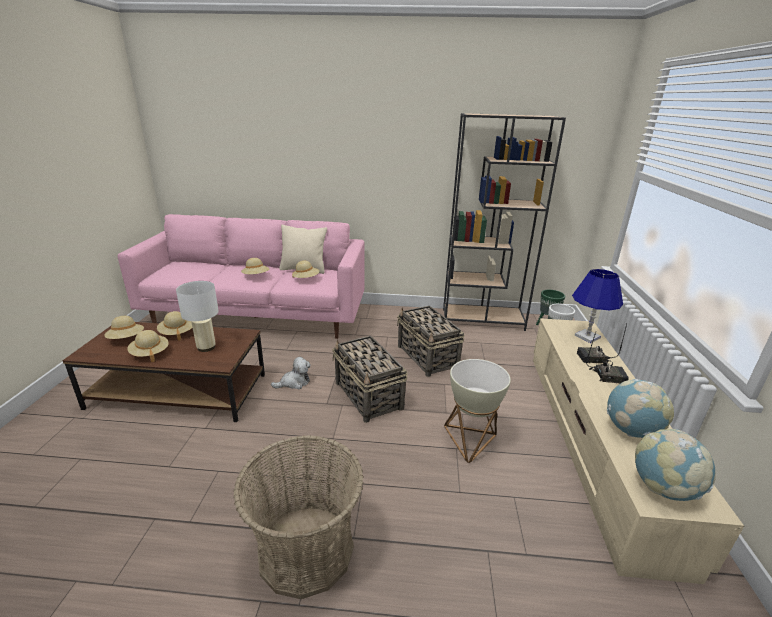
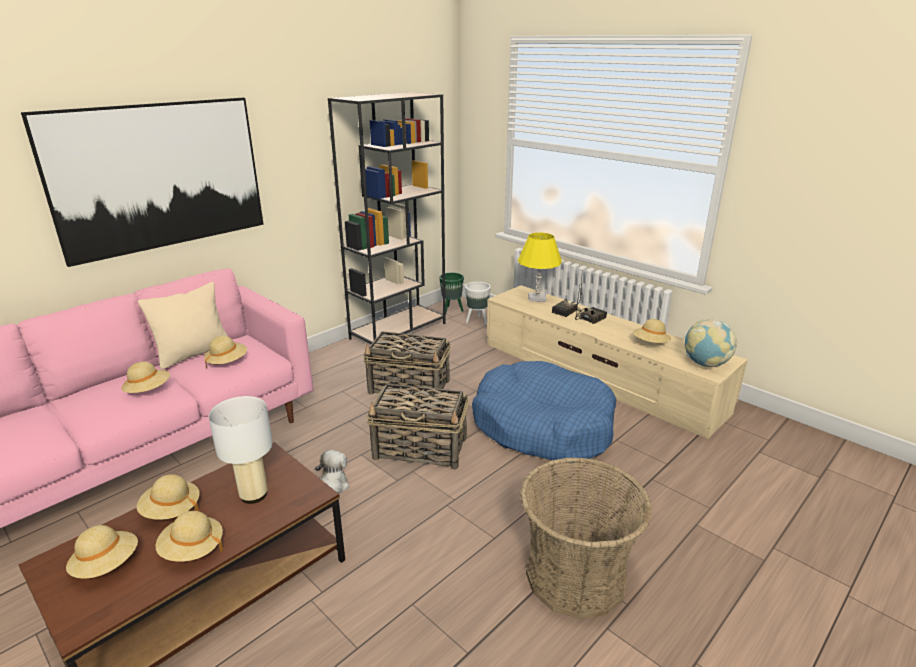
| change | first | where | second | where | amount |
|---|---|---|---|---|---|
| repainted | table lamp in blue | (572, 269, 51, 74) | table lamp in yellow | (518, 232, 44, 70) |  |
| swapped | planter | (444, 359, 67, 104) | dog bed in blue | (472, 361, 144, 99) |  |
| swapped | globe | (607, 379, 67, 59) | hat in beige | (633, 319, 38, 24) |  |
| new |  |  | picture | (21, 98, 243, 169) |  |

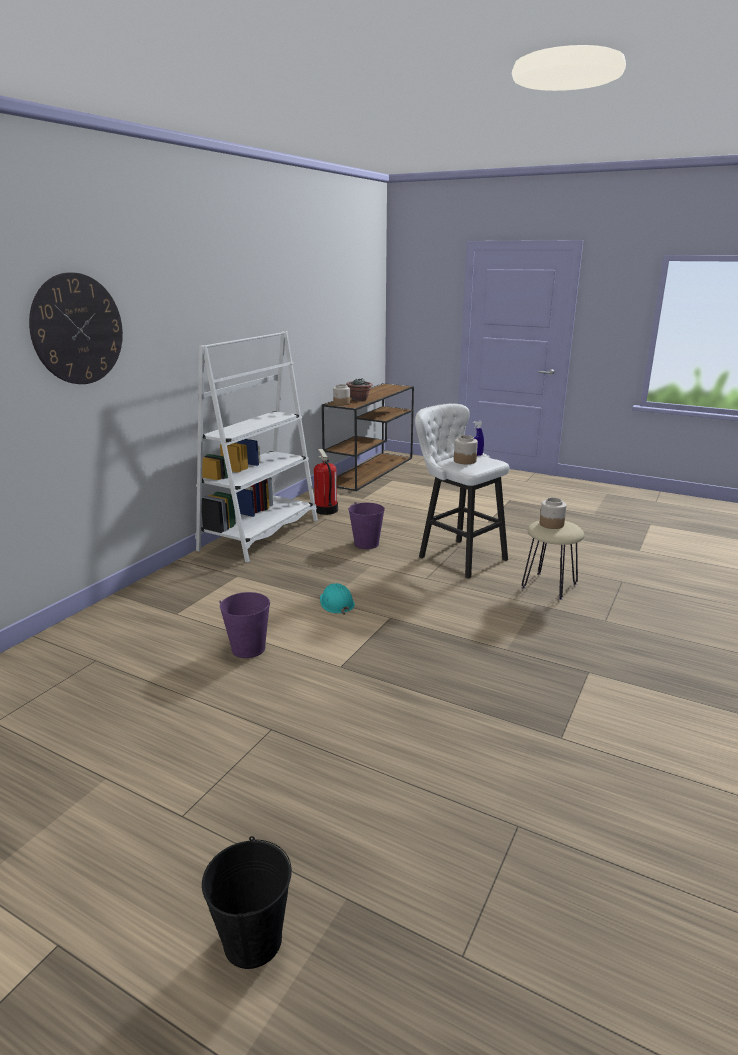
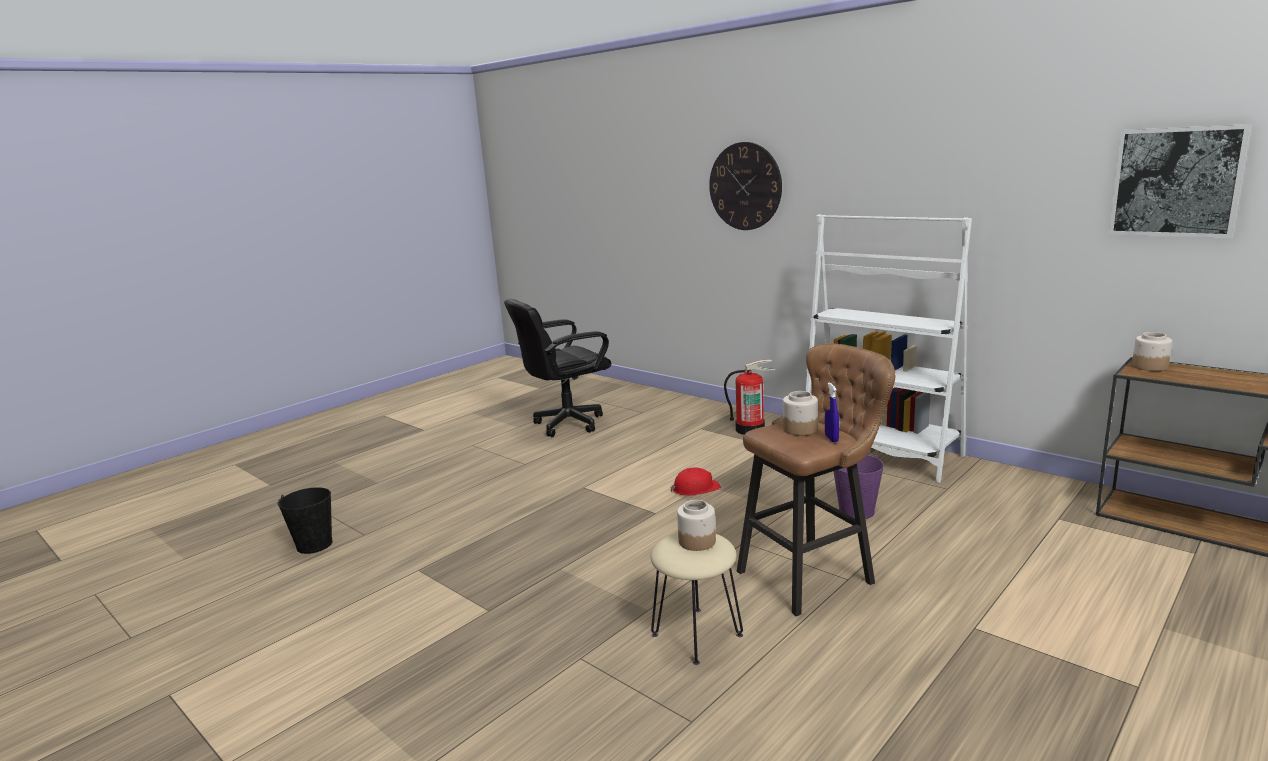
| change | first | where | second | where | amount |
|---|---|---|---|---|---|
| gone | potted plant | (346, 378, 27, 23) |  |  |  |
| repainted | stool in white | (415, 403, 94, 176) | stool in brown | (737, 344, 158, 272) |  |
| shifted | fire extinguisher | (314, 449, 24, 66) |  | (724, 359, 51, 76) |  |
| repainted | hard hat in turquoise | (320, 583, 35, 32) | hard hat in red | (670, 468, 51, 28) |  |
| gone | bucket in purple | (219, 592, 51, 66) |  |  |  |
| shifted | bucket in black | (202, 836, 90, 133) |  | (278, 487, 54, 67) |  |
| new |  |  | picture | (1109, 124, 142, 114) |  |
| new |  |  | office chair in black | (504, 299, 107, 138) |  |

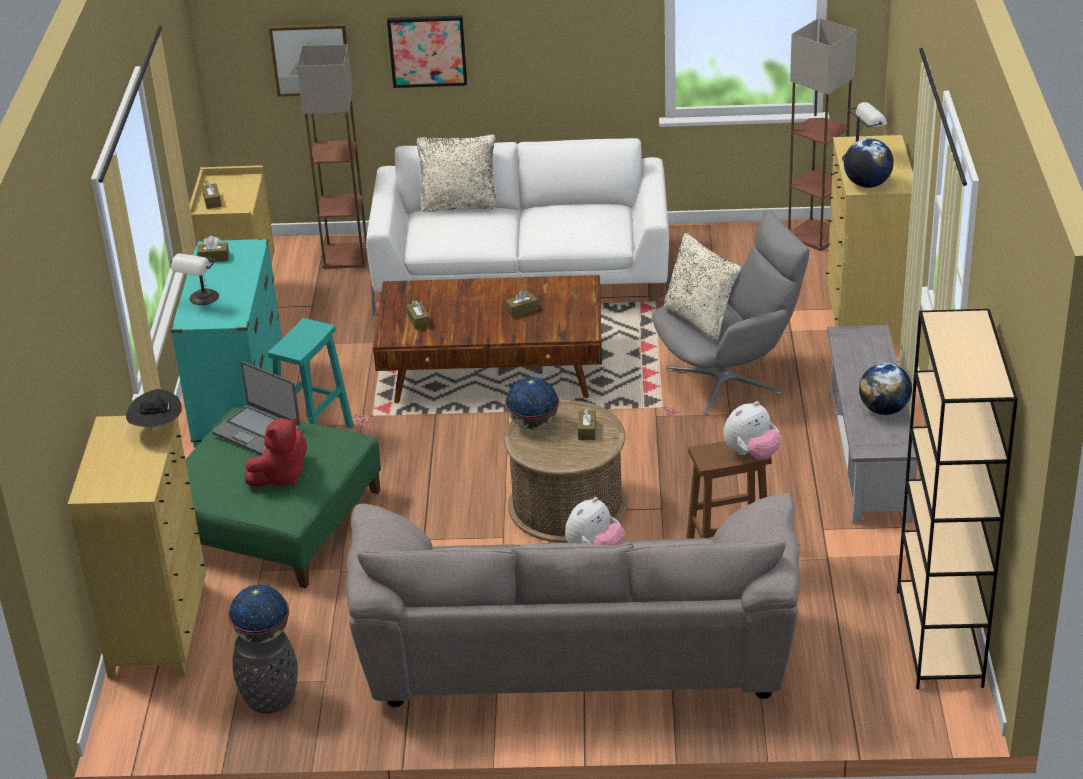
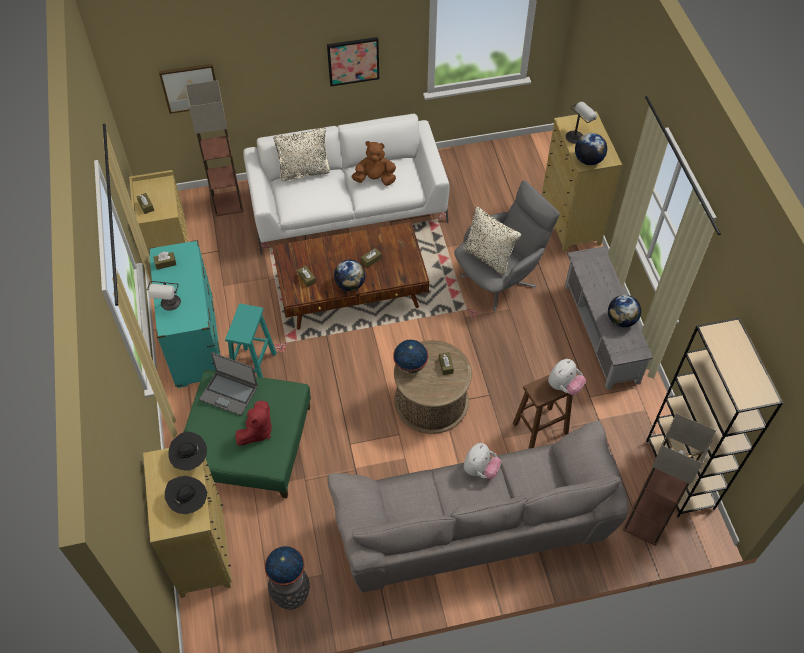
| change | first | where | second | where | amount |
|---|---|---|---|---|---|
| shifted | picture | (387, 15, 80, 73) |  | (327, 37, 52, 49) |  |
| shifted | floor lamp | (788, 18, 69, 233) |  | (623, 413, 93, 133) |  |
| new |  |  | plush toy in brown | (352, 141, 44, 45) |  |
| new |  |  | globe | (334, 260, 32, 31) |  |
| new |  |  | hat in black | (165, 476, 42, 38) |  |

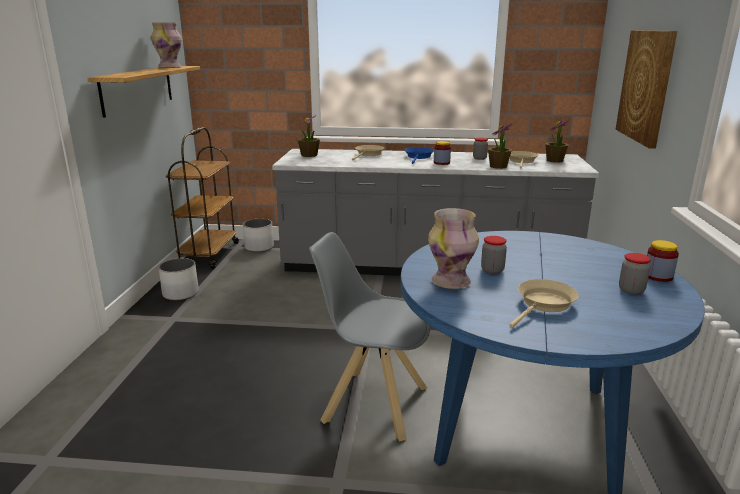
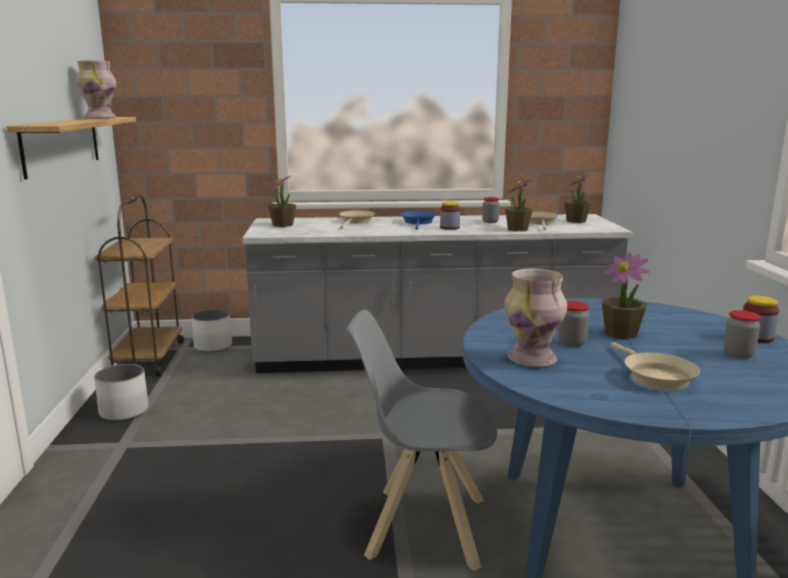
| change | first | where | second | where | amount |
|---|---|---|---|---|---|
| gone | picture | (616, 30, 61, 119) |  |  |  |
| rotated | frying pan in beige | (509, 279, 70, 49) |  | (611, 342, 89, 49) | 135 degrees clockwise |
| new |  |  | potted plant | (602, 253, 47, 86) |  |

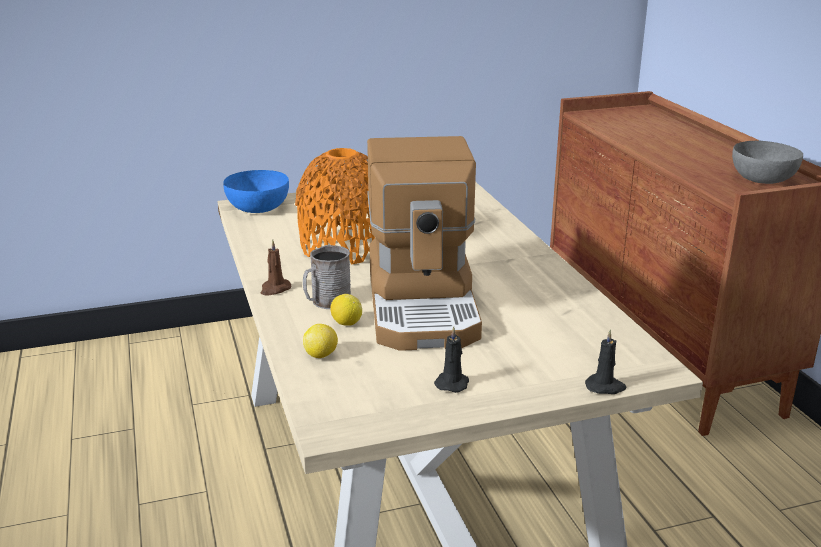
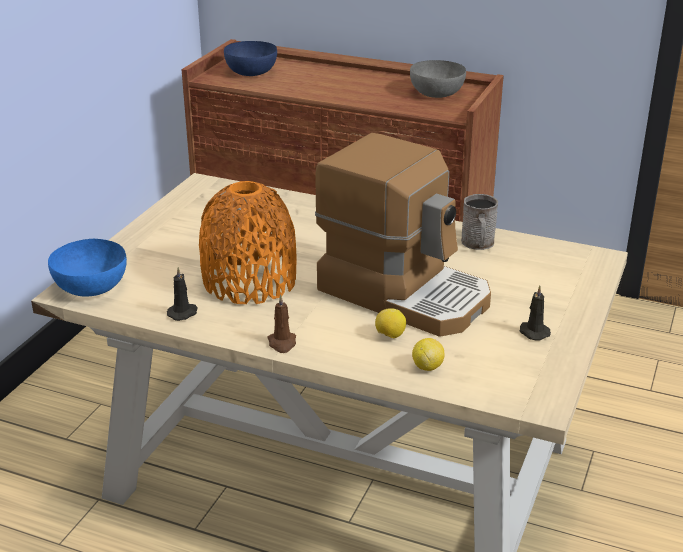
| change | first | where | second | where | amount |
|---|---|---|---|---|---|
| shifted | mug in grey | (303, 245, 48, 64) |  | (461, 194, 37, 56) |  |
| shifted | candle in black | (585, 329, 41, 65) |  | (167, 267, 31, 54) |  |
| new |  |  | bowl in blue | (224, 41, 53, 35) |  |

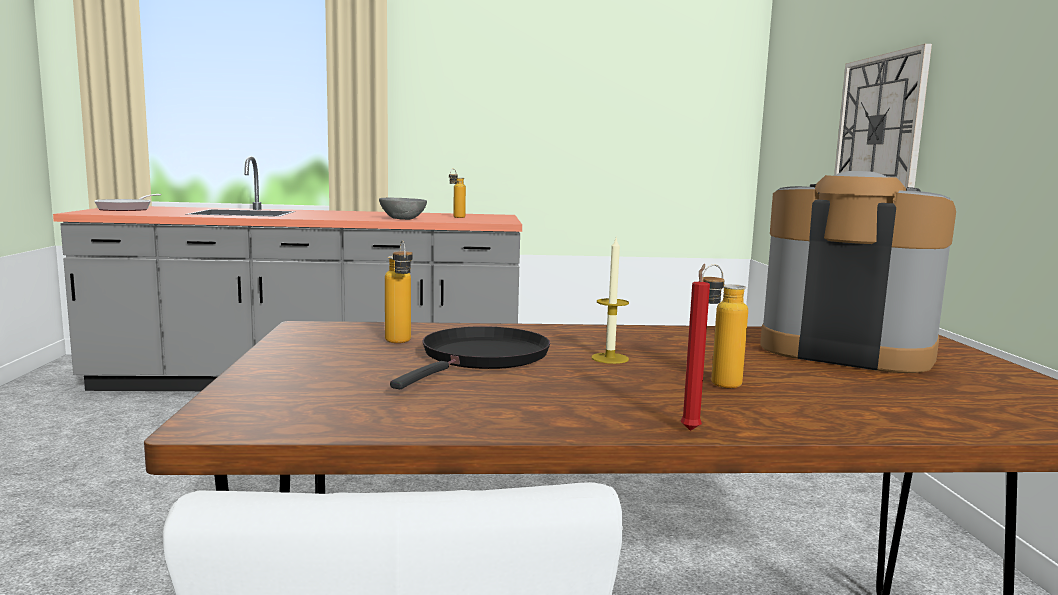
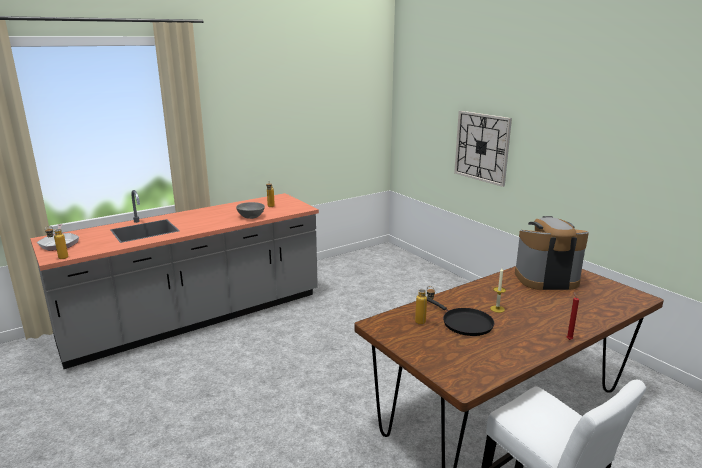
| change | first | where | second | where | amount |
|---|---|---|---|---|---|
| shifted | bottle | (702, 264, 46, 124) |  | (45, 226, 23, 33) |  |
| rotated | frying pan in black | (390, 326, 160, 63) |  | (427, 298, 67, 38) | 150 degrees clockwise |

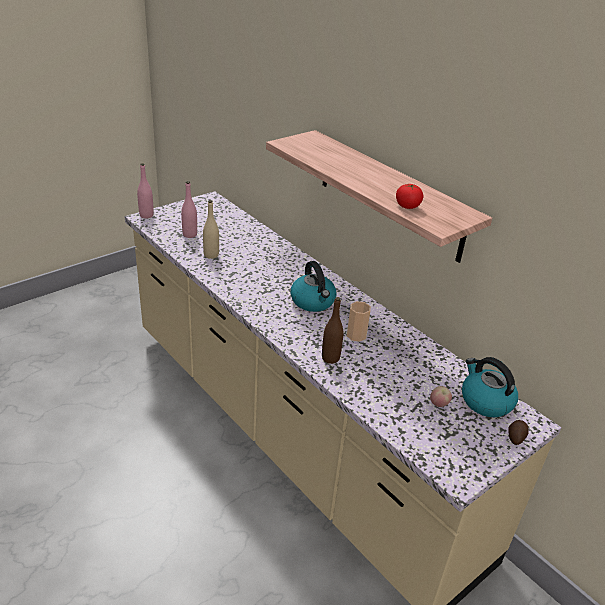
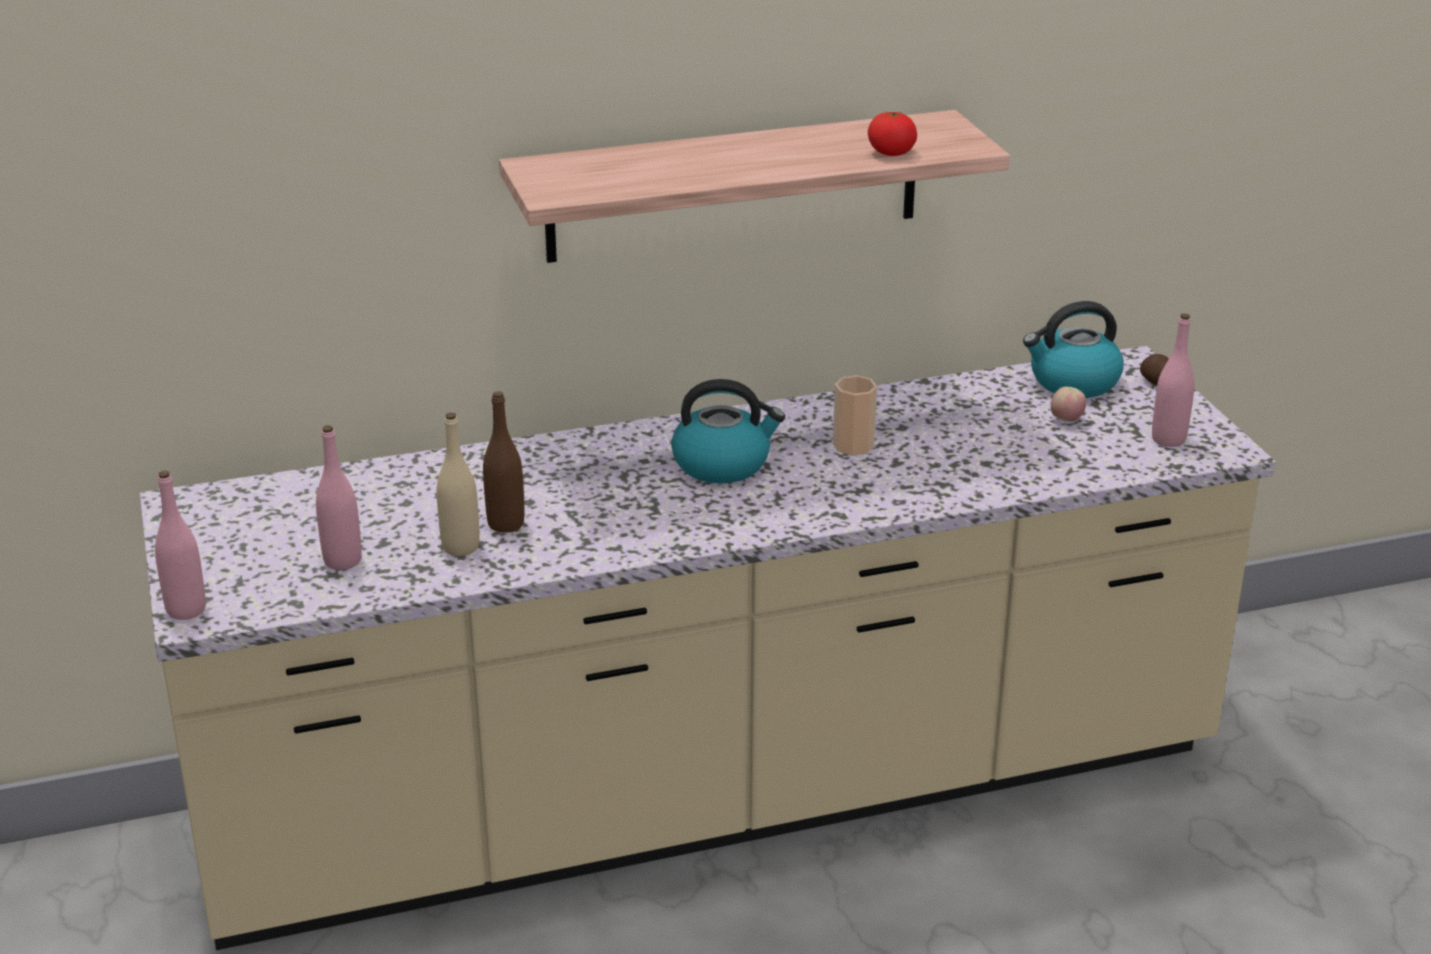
| change | first | where | second | where | amount |
|---|---|---|---|---|---|
| shifted | bottle in brown | (322, 297, 21, 67) |  | (483, 391, 41, 142) |  |
| new |  |  | bottle in pink | (1152, 313, 42, 134) |  |

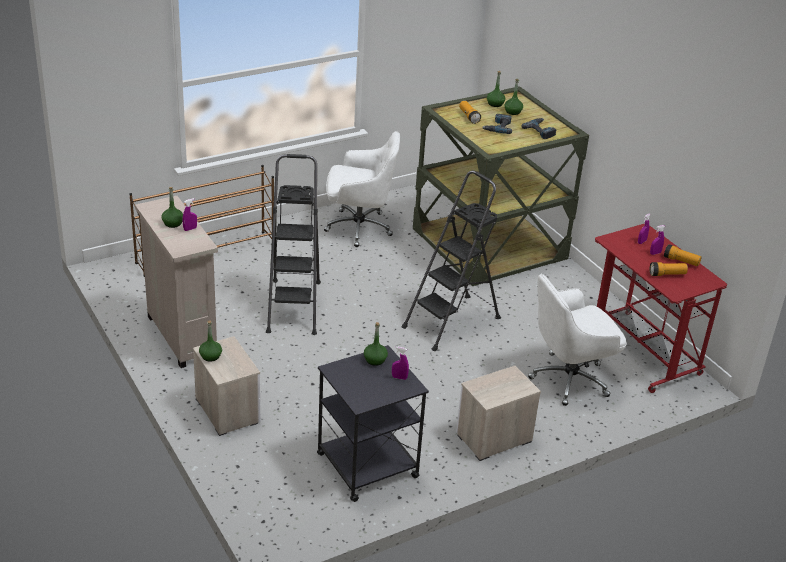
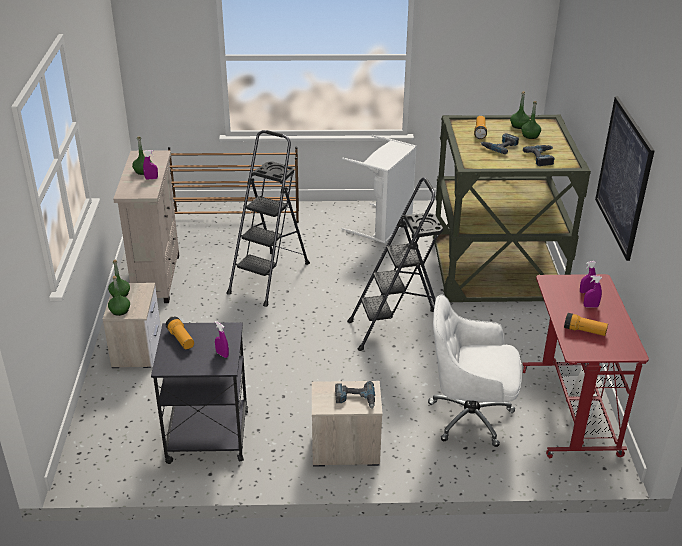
| change | first | where | second | where | amount |
|---|---|---|---|---|---|
| swapped | office chair in white | (324, 131, 76, 116) | laundry basket in white | (342, 135, 75, 108) |  |
| shifted | flashlight | (664, 244, 38, 22) |  | (166, 317, 28, 32) |  |
| shifted | bottle in green | (364, 322, 24, 44) |  | (108, 276, 22, 40) |  |
| new |  |  | picture | (595, 96, 60, 165) |  |
| new |  |  | power drill | (335, 381, 40, 28) |  |

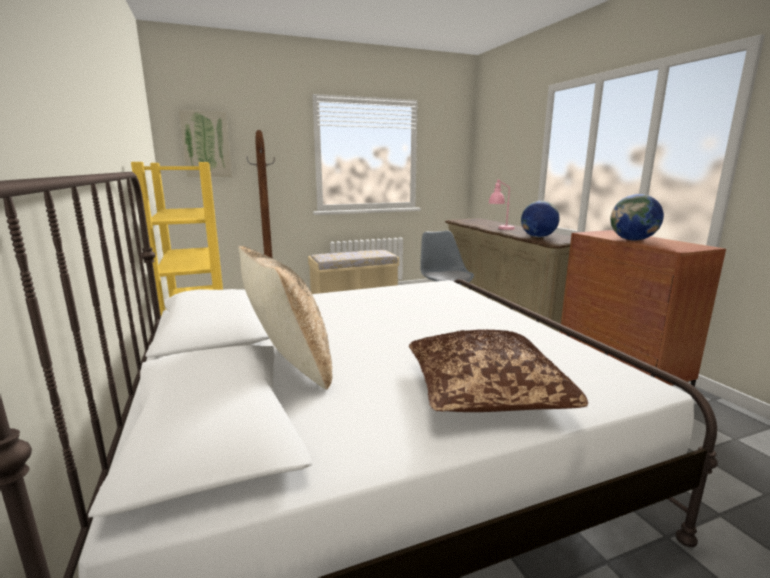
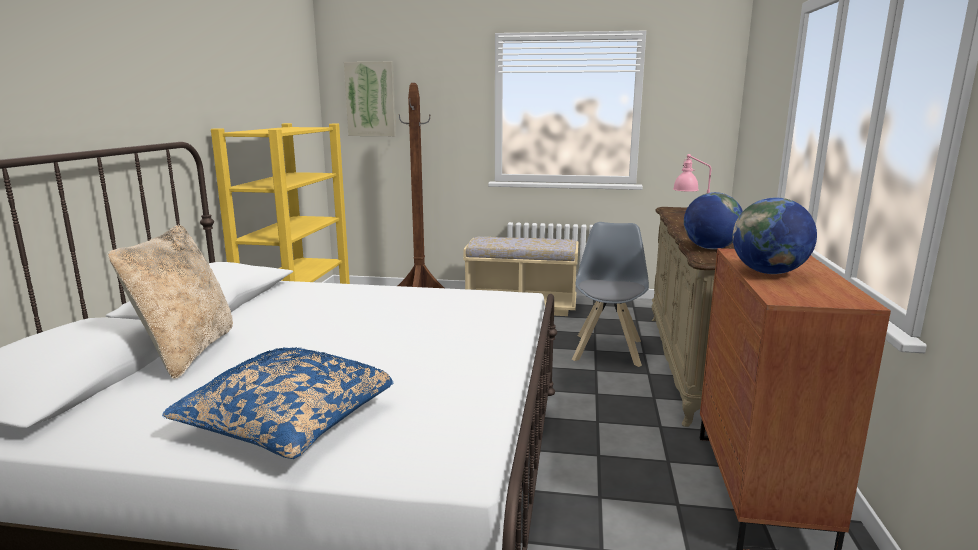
| change | first | where | second | where | amount |
|---|---|---|---|---|---|
| repainted | pillow in brown | (409, 329, 179, 83) | pillow in blue | (162, 347, 231, 112) |  |

